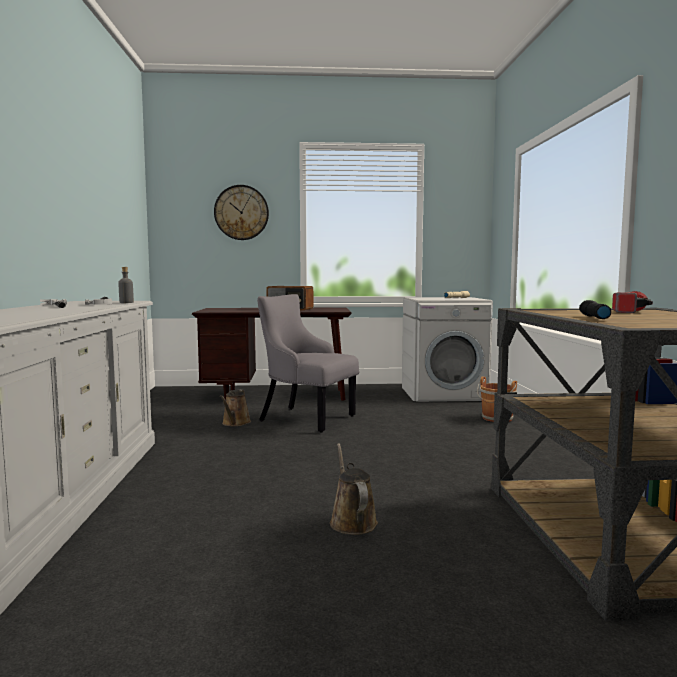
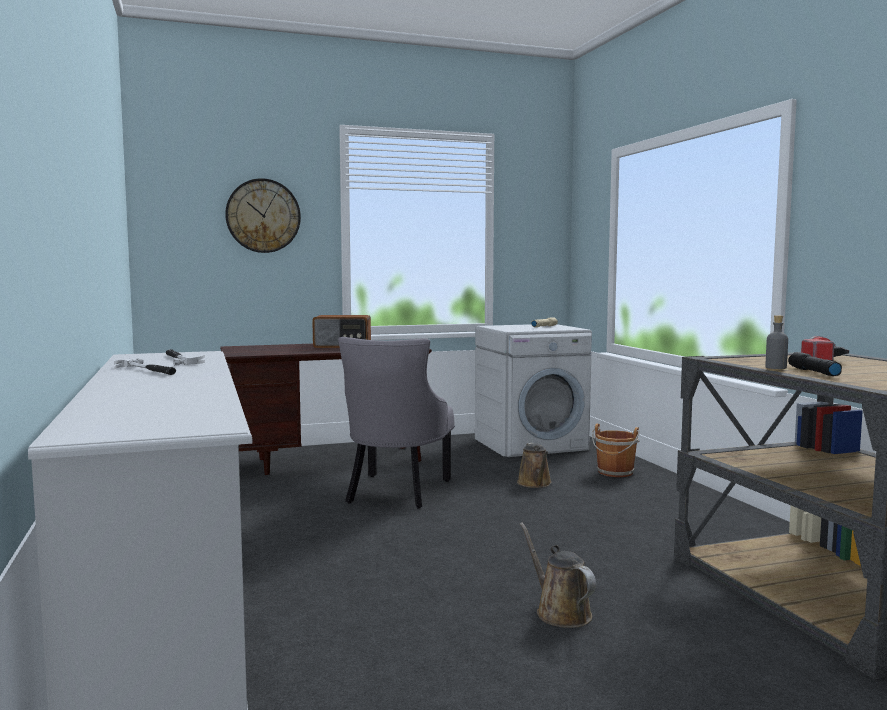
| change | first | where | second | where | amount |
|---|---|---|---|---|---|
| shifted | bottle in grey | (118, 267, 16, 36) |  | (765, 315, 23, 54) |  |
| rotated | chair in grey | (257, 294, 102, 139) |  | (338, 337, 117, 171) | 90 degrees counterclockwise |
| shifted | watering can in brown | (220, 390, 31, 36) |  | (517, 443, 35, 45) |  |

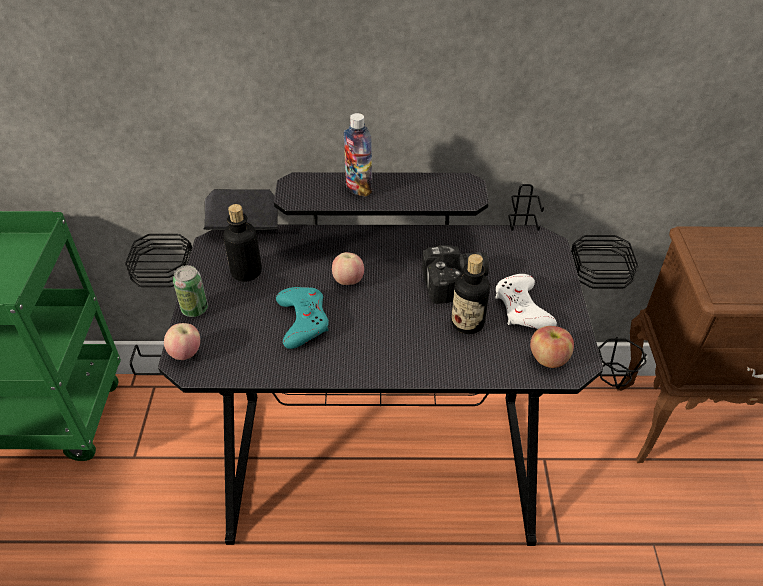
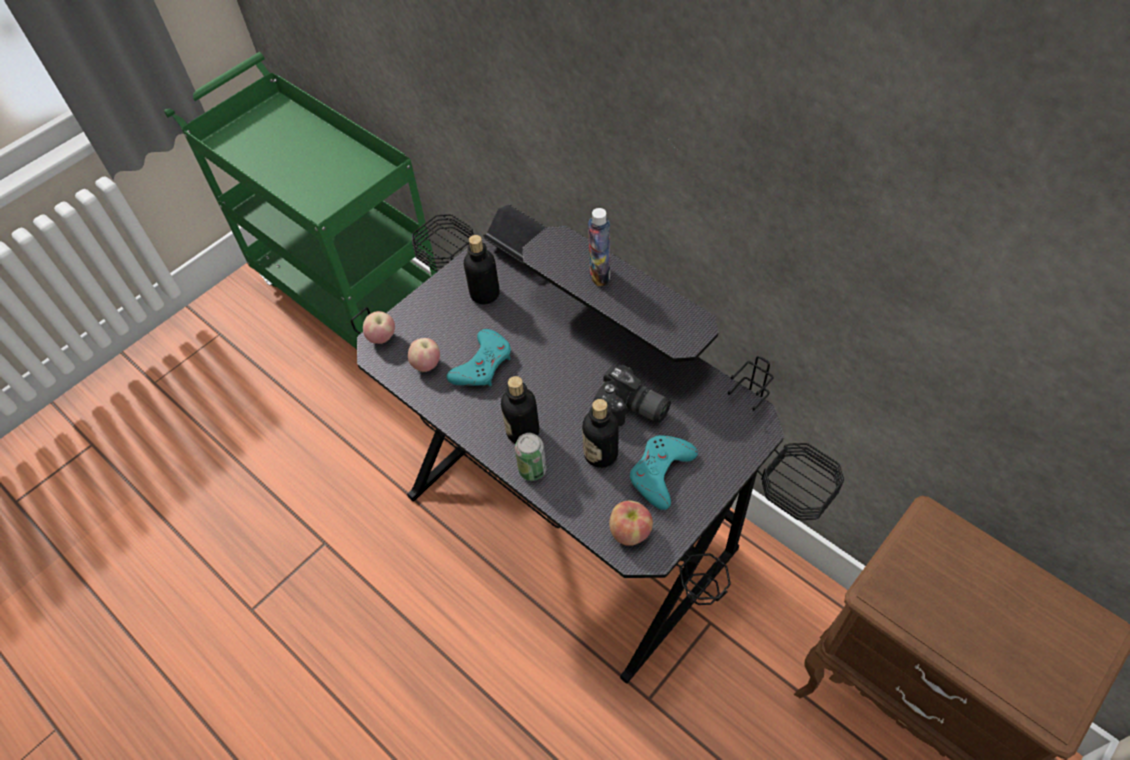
| change | first | where | second | where | amount |
|---|---|---|---|---|---|
| shifted | apple | (332, 252, 32, 33) |  | (408, 338, 32, 34) |  |
| shifted | can | (173, 265, 35, 52) |  | (515, 433, 31, 48) |  |
| repainted | game controller in white | (496, 274, 61, 55) | game controller in turquoise | (630, 435, 68, 75) |  |
| new |  |  | bottle | (501, 376, 38, 67) |  |

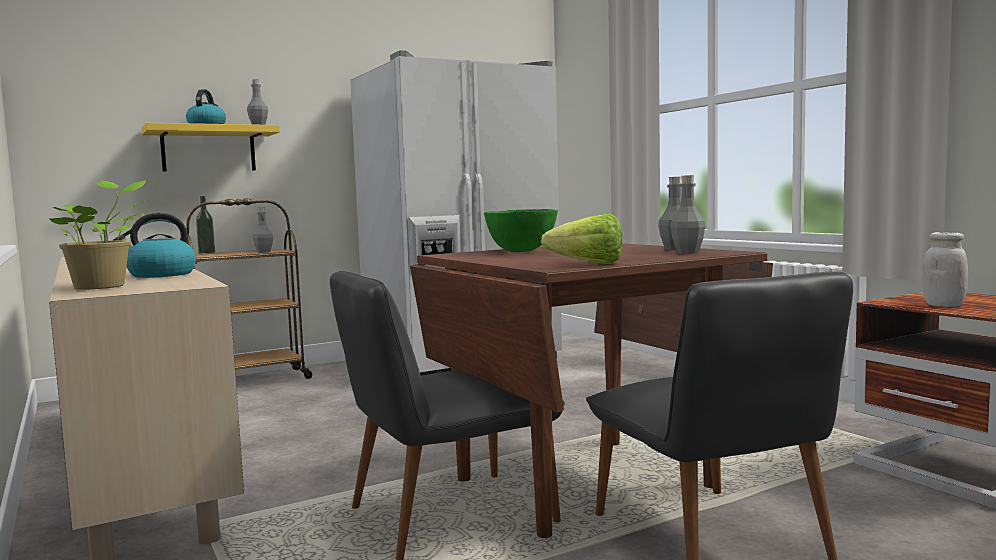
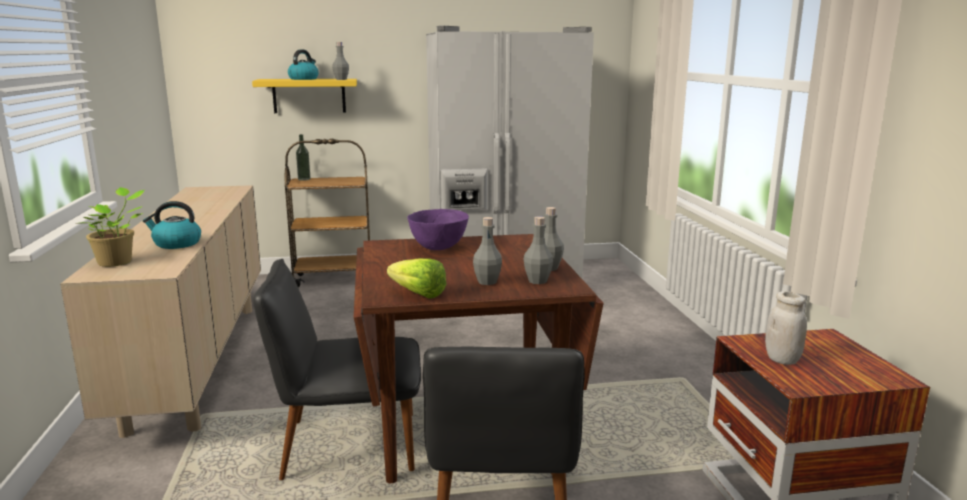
| change | first | where | second | where | amount |
|---|---|---|---|---|---|
| shifted | bottle in grey | (253, 208, 20, 45) |  | (473, 217, 29, 68) |  |
| repainted | bowl in green | (484, 209, 74, 43) | bowl in purple | (408, 209, 61, 41) |  |

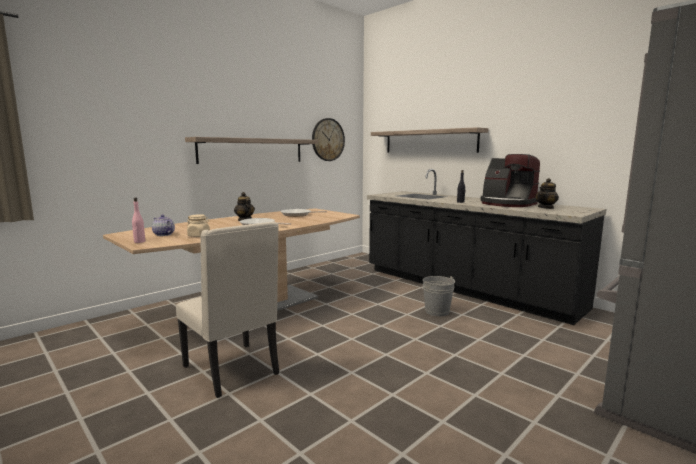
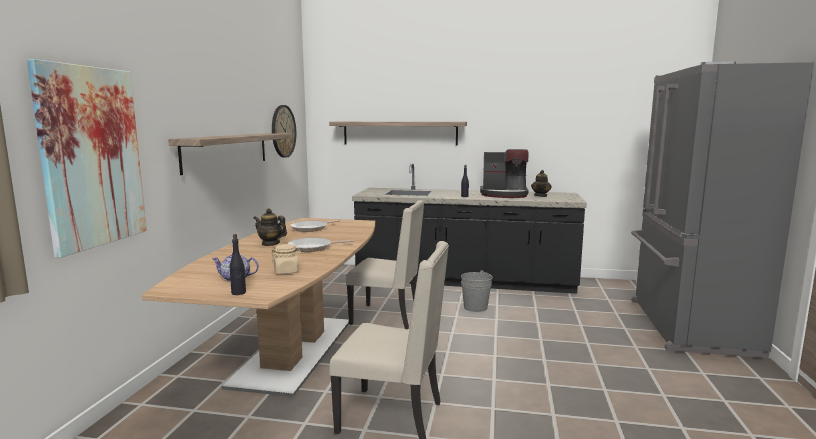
| change | first | where | second | where | amount |
|---|---|---|---|---|---|
| repainted | bottle in pink | (132, 198, 13, 45) | bottle in black | (230, 234, 16, 61) |  |
| new |  |  | picture | (27, 59, 120, 199) |  |
| new |  |  | chair in beige | (346, 200, 78, 129) |  |

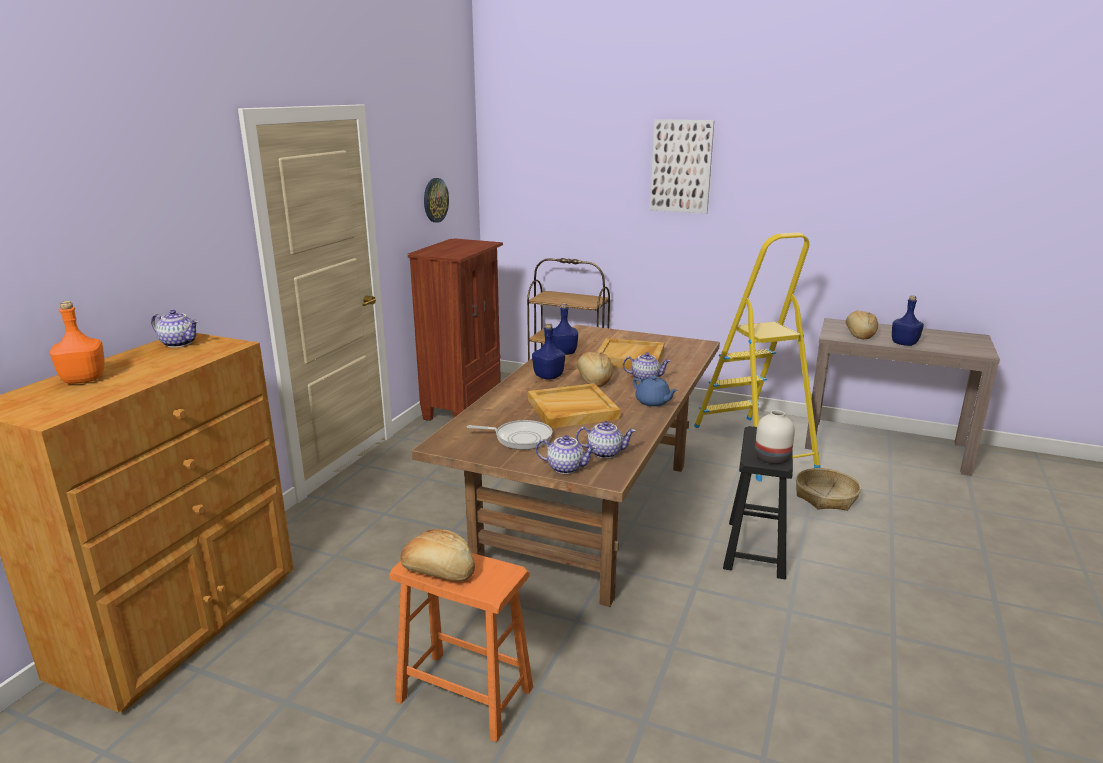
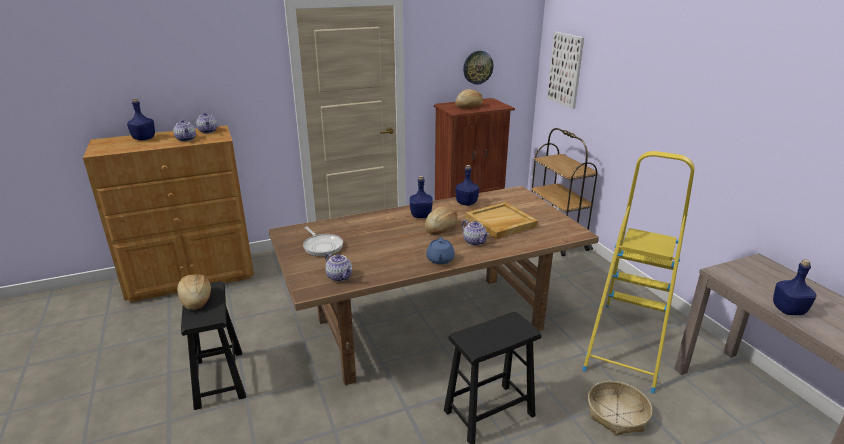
| change | first | where | second | where | amount |
|---|---|---|---|---|---|
| shifted | picture | (650, 119, 64, 95) |  | (547, 32, 37, 77) |  |
| repainted | bottle in orange | (50, 301, 55, 83) | bottle in blue | (127, 98, 28, 42) |  |
| shifted | bread | (846, 311, 32, 28) |  | (455, 89, 28, 20) |  |
| gone | tray in beige | (528, 383, 93, 45) |  |  |  |
| gone | vase in white | (755, 410, 40, 54) |  |  |  |
| shifted | teapot | (536, 435, 61, 39) |  | (173, 120, 23, 22) |  |
| repainted | stool in orange | (389, 553, 144, 189) | stool in black | (181, 281, 65, 129) |  |

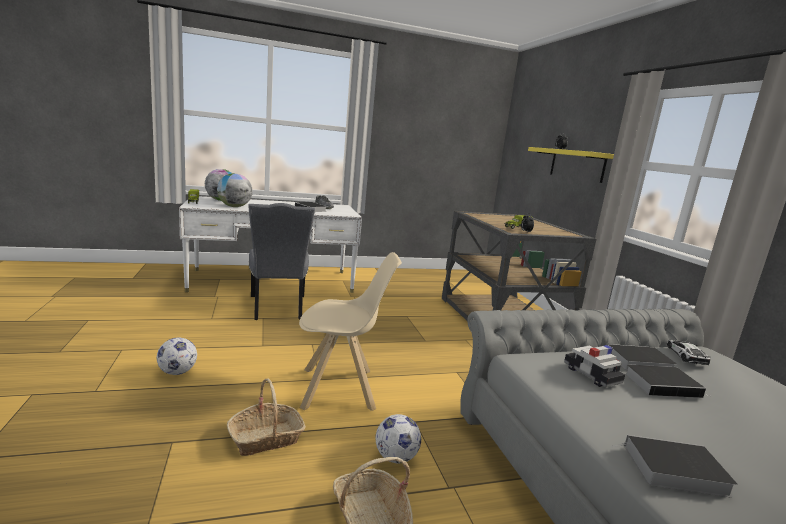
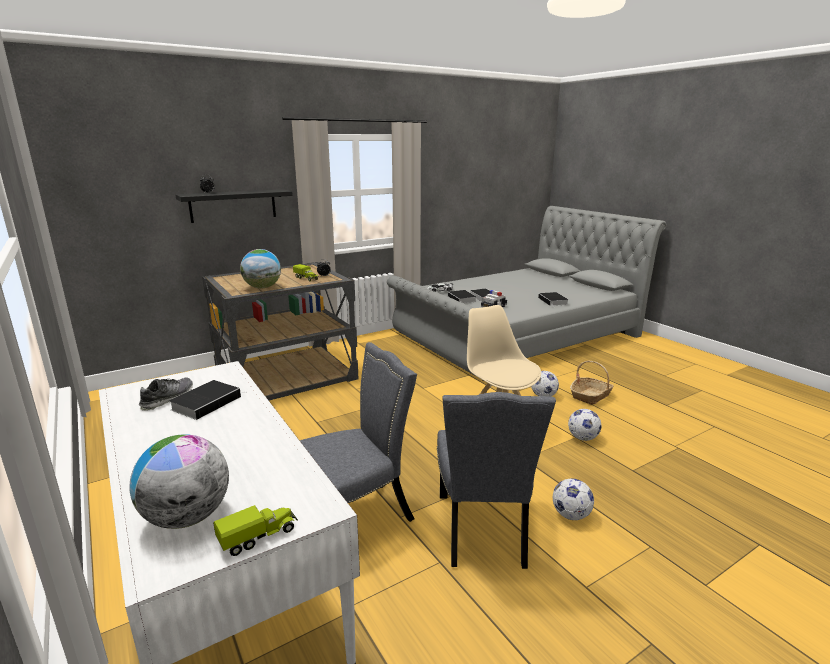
| change | first | where | second | where | amount |
|---|---|---|---|---|---|
| repainted | shelf in yellow | (528, 147, 86, 36) | shelf in black | (175, 189, 118, 34) |  |
| shifted | globe | (217, 173, 36, 34) |  | (240, 249, 41, 39) |  |
| swapped | basket | (227, 378, 79, 78) | football | (568, 409, 33, 32) |  |
| new |  |  | chair in grey | (437, 392, 119, 177) |  |

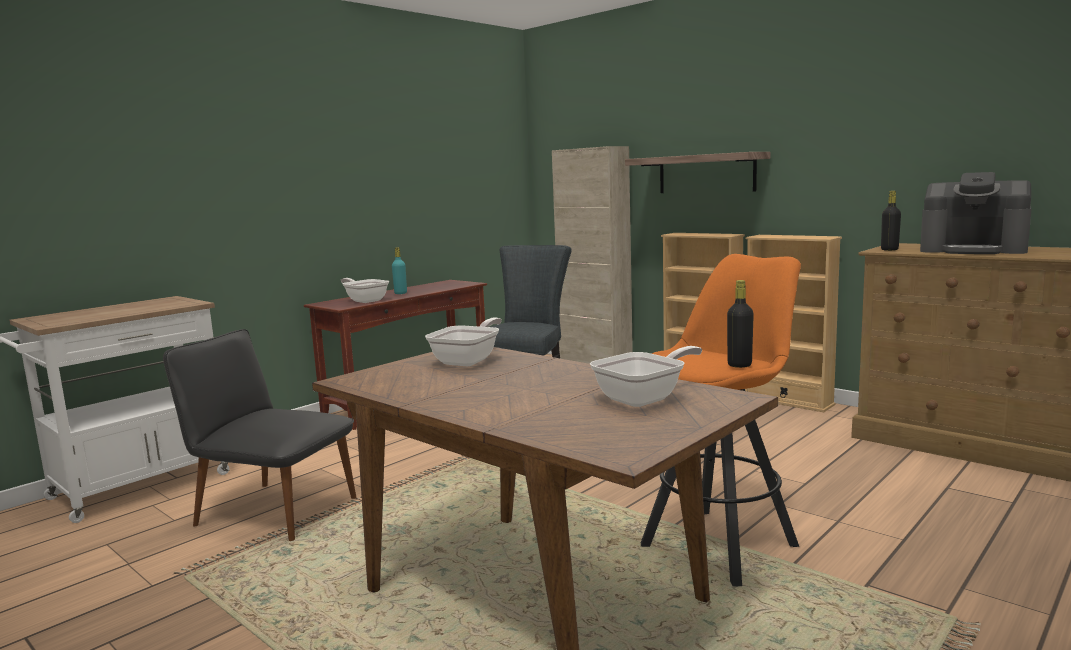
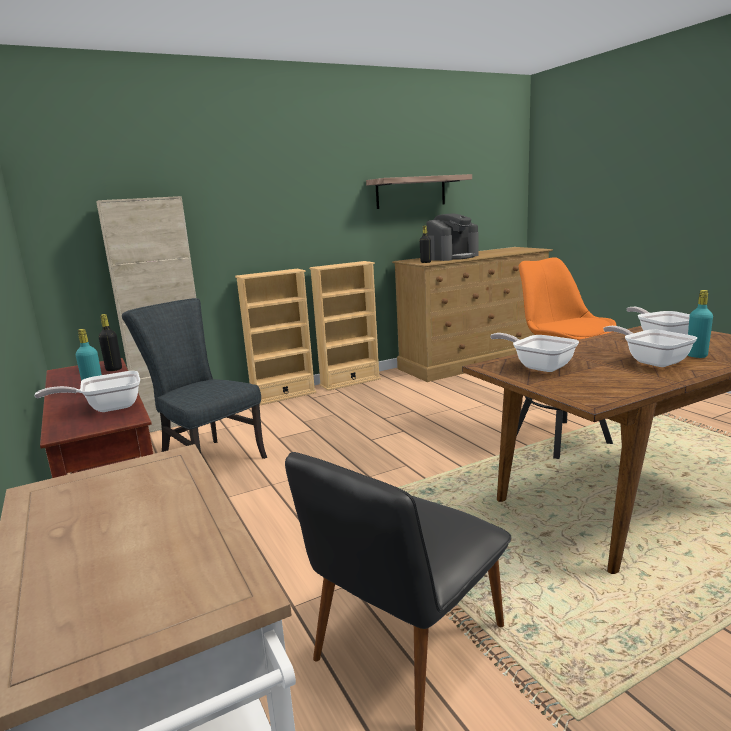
| change | first | where | second | where | amount |
|---|---|---|---|---|---|
| shifted | shelf | (625, 152, 145, 41) |  | (366, 174, 106, 35) |  |
| shifted | bottle in black | (727, 280, 27, 88) |  | (99, 314, 23, 57) |  |
| new |  |  | bottle in turquoise | (688, 290, 25, 68) |  |
| new |  |  | frying pan | (603, 326, 94, 41) |  |

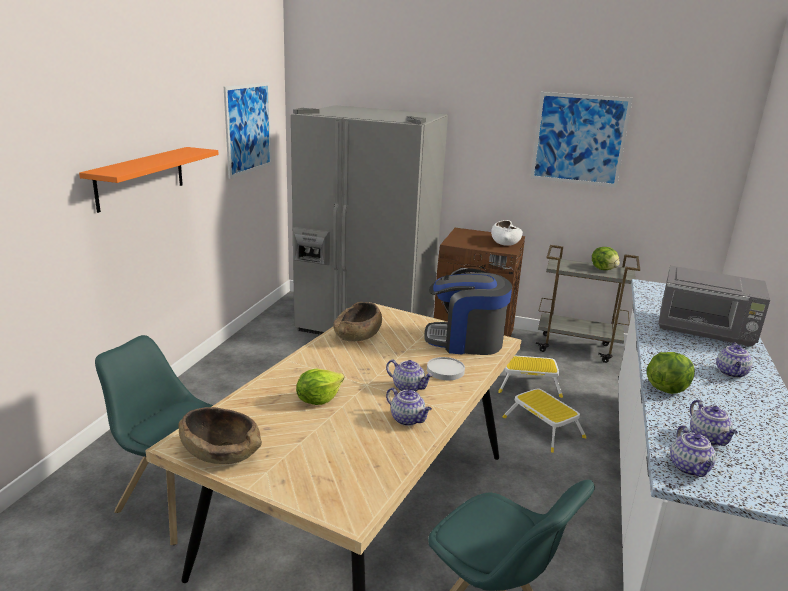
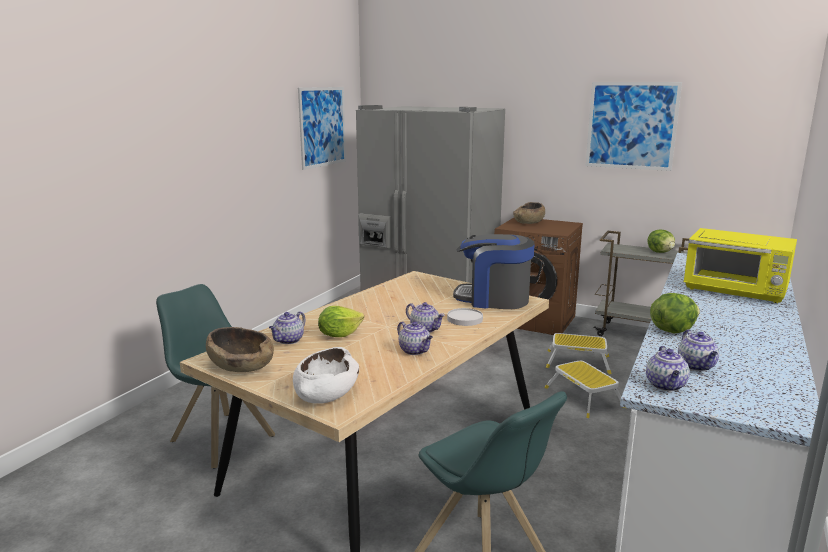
| change | first | where | second | where | amount |
|---|---|---|---|---|---|
| gone | shelf in orange | (79, 147, 140, 66) |  |  |  |
| shifted | bowl in white | (491, 220, 32, 26) |  | (293, 347, 66, 57) |  |
| repainted | microwave in grey | (658, 265, 112, 82) | microwave in yellow | (684, 228, 113, 75) |  |
| shifted | bowl in brown | (333, 302, 49, 40) |  | (513, 202, 32, 22) |  |
| shifted | teapot | (716, 342, 37, 36) |  | (269, 312, 37, 32) |  |

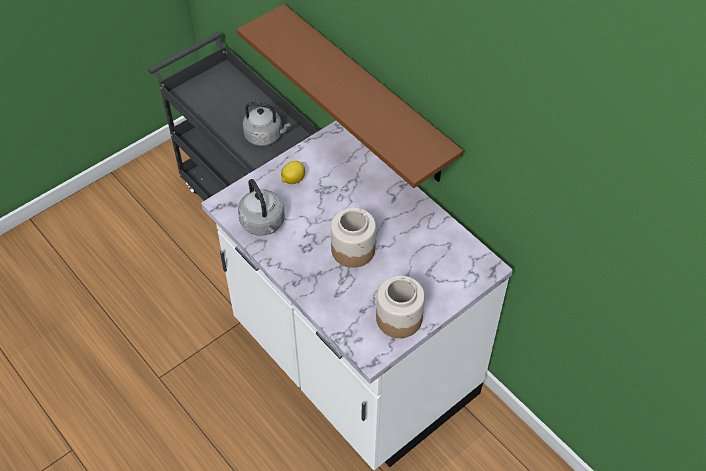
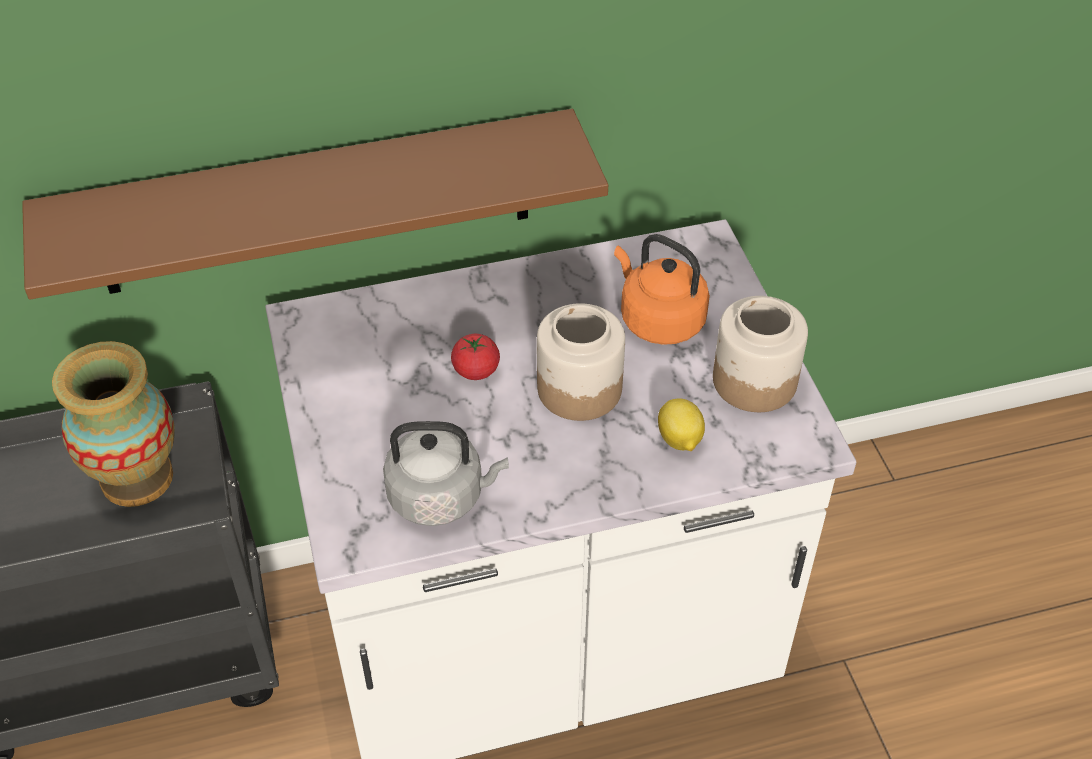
| change | first | where | second | where | amount |
|---|---|---|---|---|---|
| swapped | kettle in grey | (242, 102, 49, 44) | vase | (52, 341, 123, 166) |  |
| shifted | lemon | (281, 161, 24, 23) |  | (658, 398, 47, 53) |  |
| new |  |  | kettle in orange | (614, 234, 96, 111) |  |
| new |  |  | tomato | (451, 334, 49, 46) |  |

